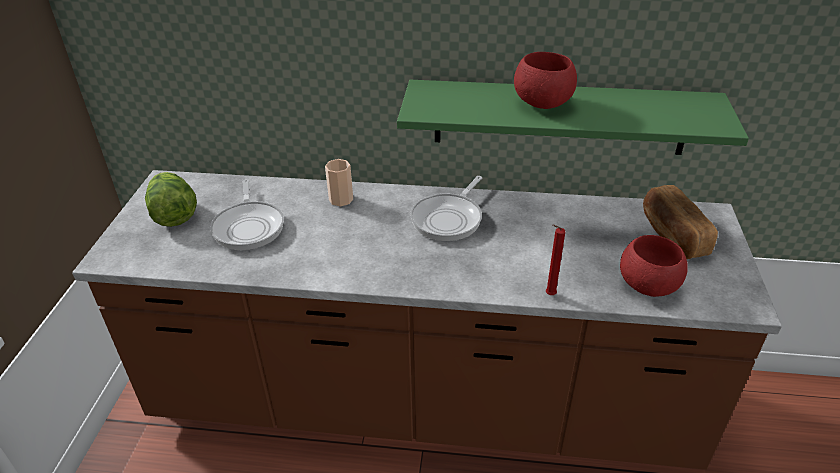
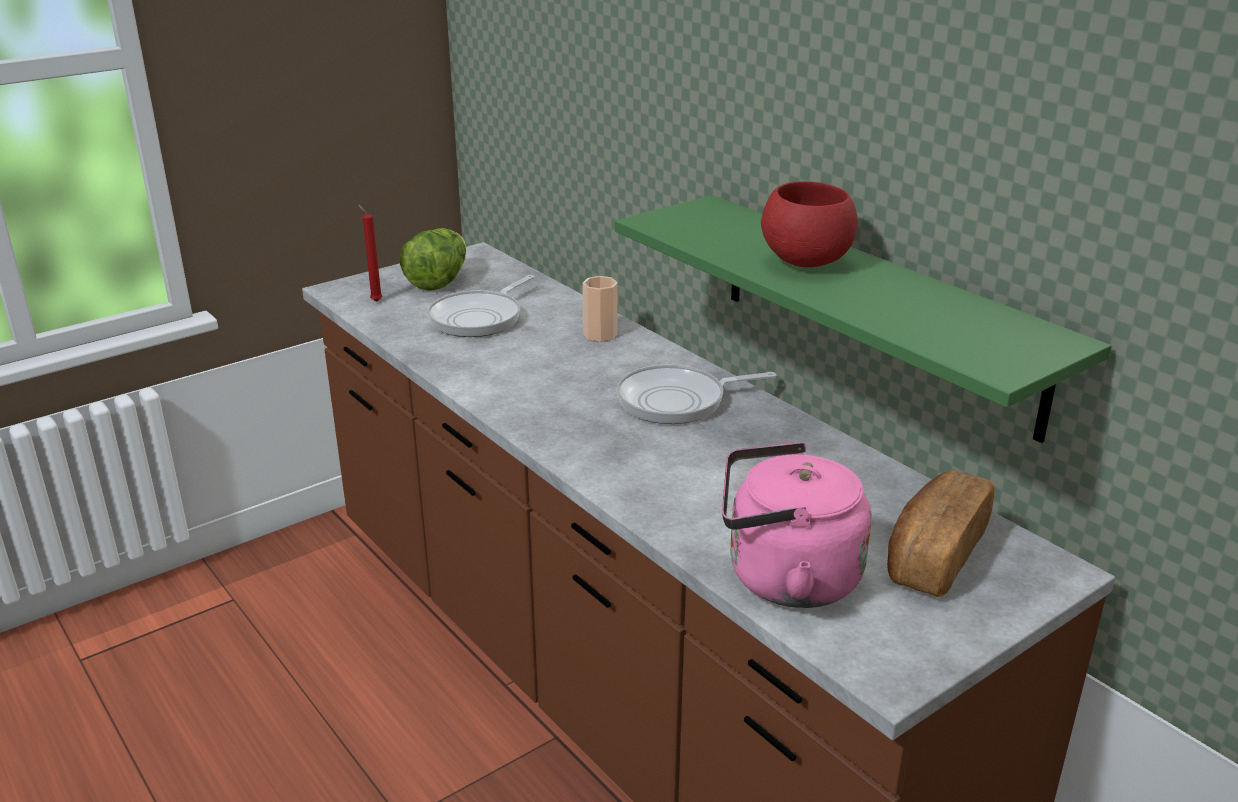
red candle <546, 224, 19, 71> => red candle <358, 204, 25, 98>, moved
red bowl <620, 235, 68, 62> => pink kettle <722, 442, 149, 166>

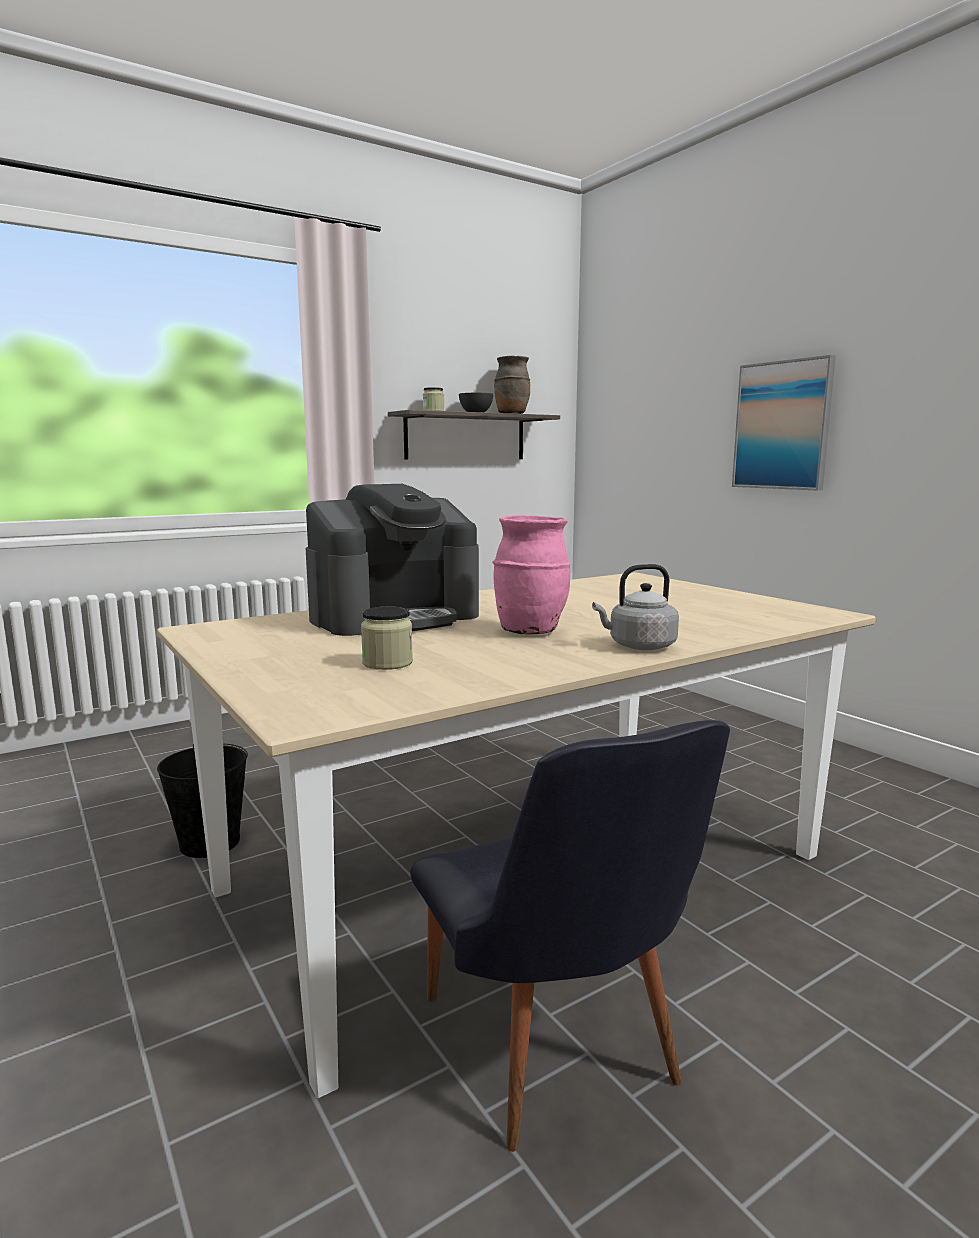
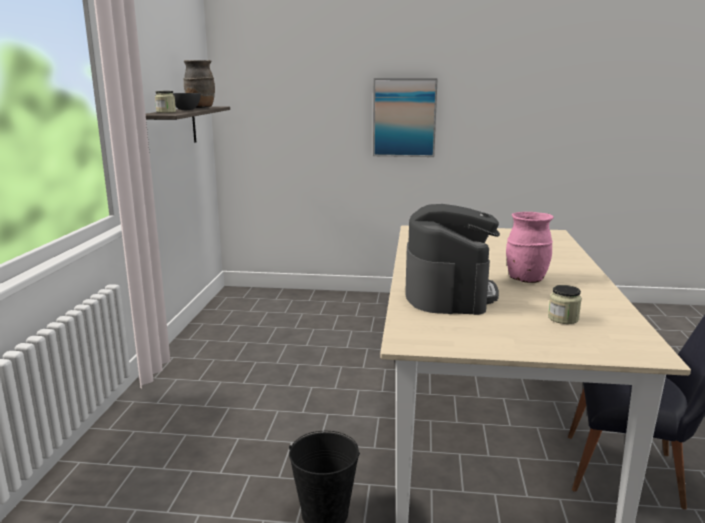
grey kettle <592, 564, 87, 86> => nothing

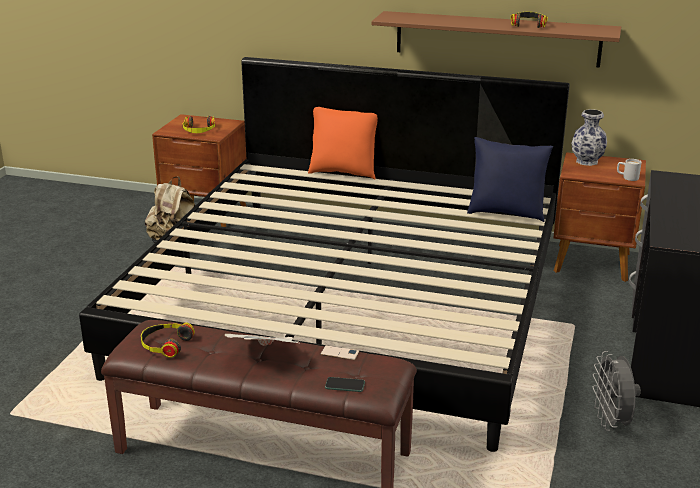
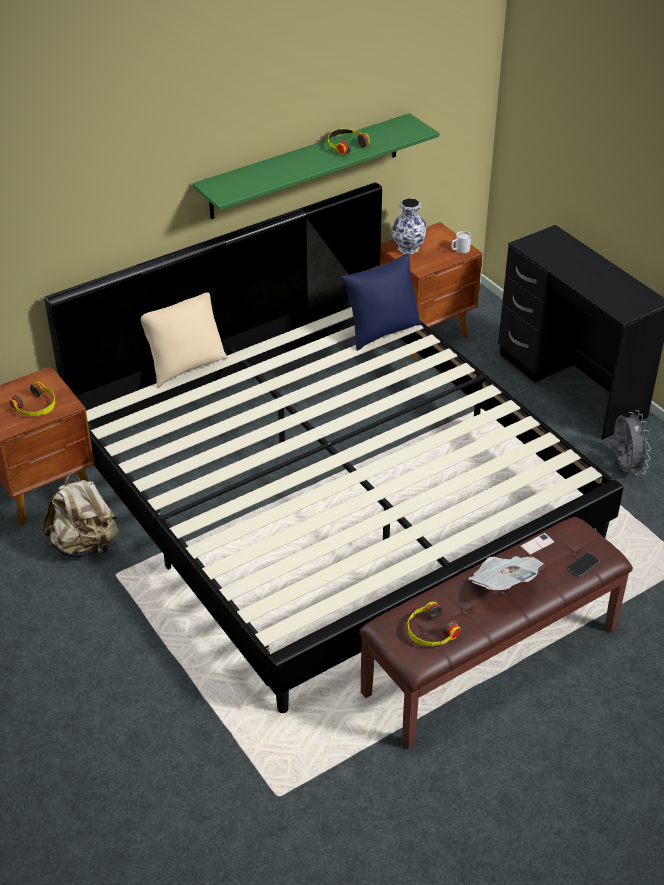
orange pillow <308, 107, 70, 72> => beige pillow <141, 292, 87, 96>
brown shelf <371, 11, 250, 57> => green shelf <192, 113, 247, 106>
grey fan <592, 351, 49, 80> => grey fan <609, 410, 42, 65>, 135 degrees counterclockwise

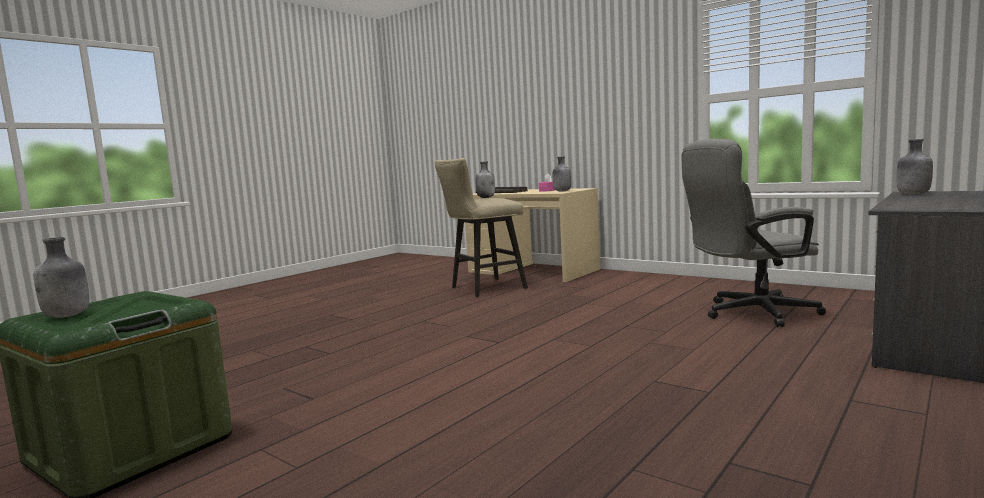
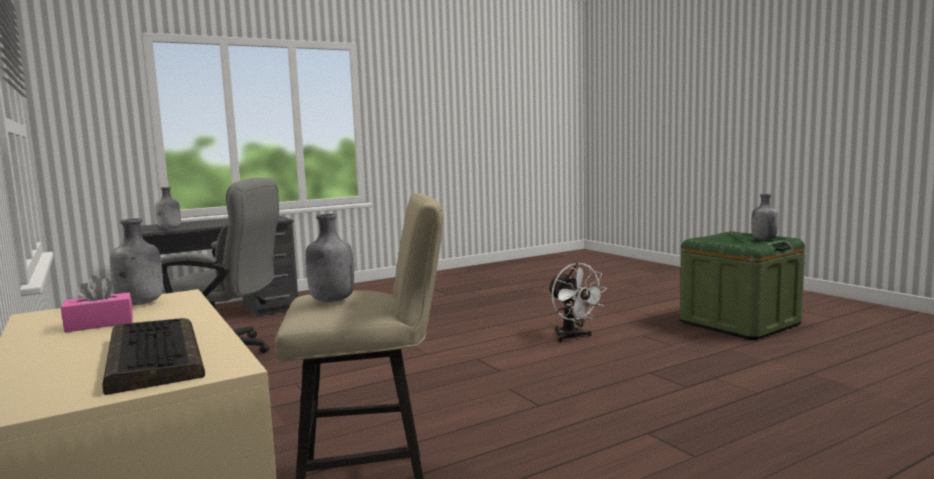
nothing => white fan <548, 262, 59, 80>

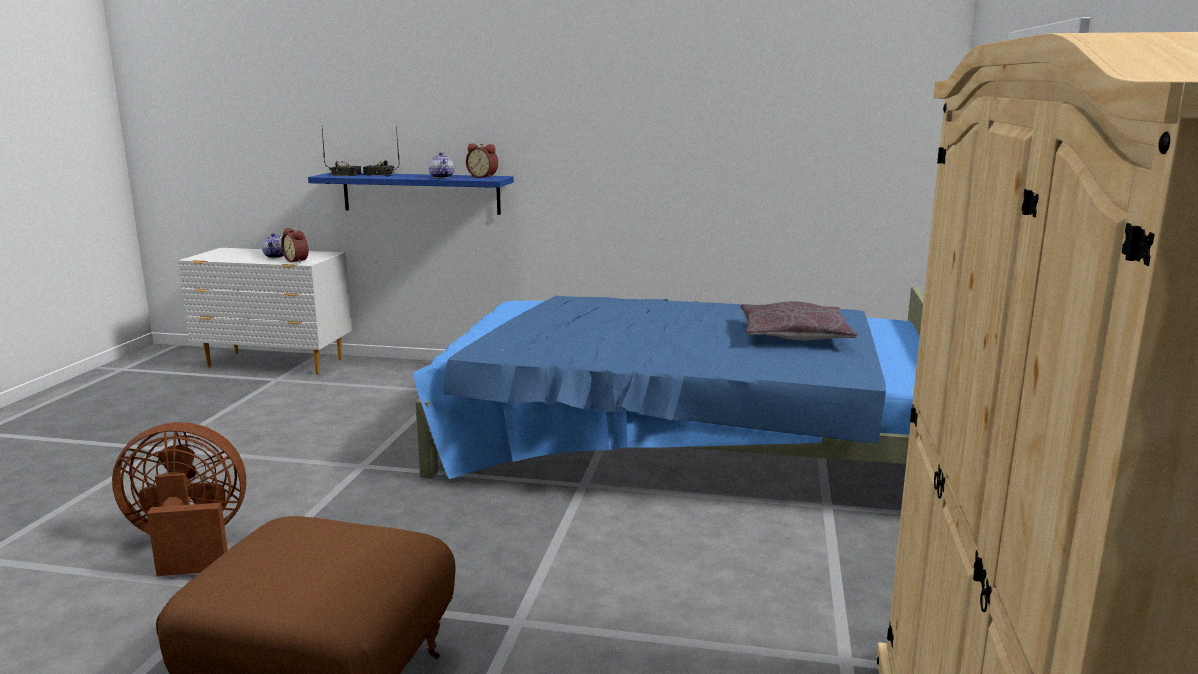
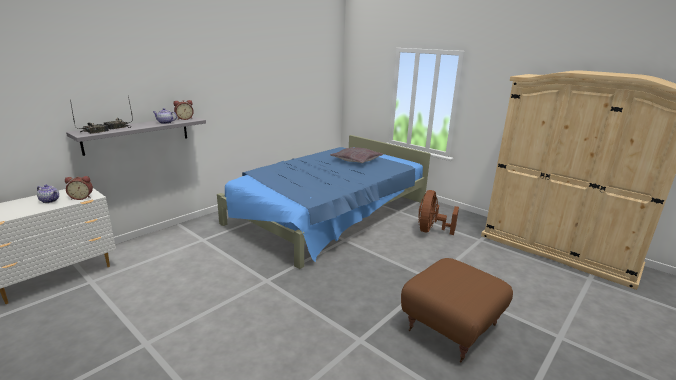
brown fan <112, 422, 134, 154> => brown fan <418, 190, 41, 45>, moved
blue shelf <308, 172, 206, 43> => grey shelf <66, 116, 140, 40>

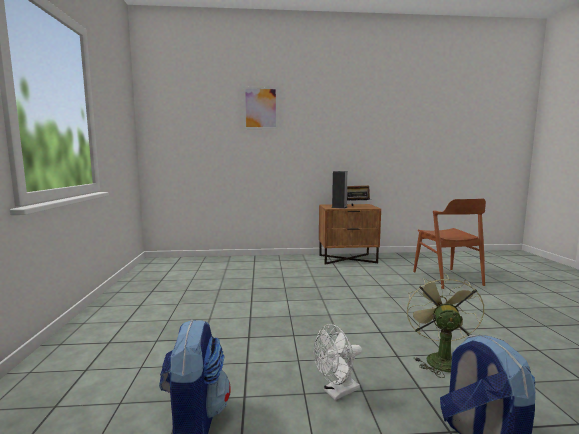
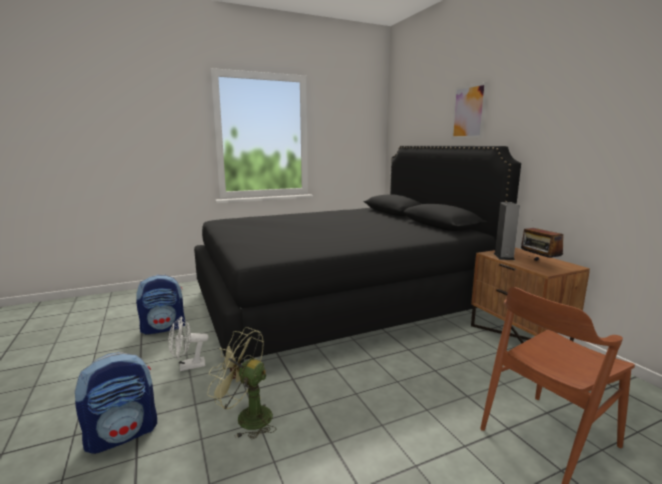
white fan <313, 324, 49, 76> => white fan <168, 317, 41, 54>, 60 degrees counterclockwise
green fan <407, 273, 77, 105> => green fan <207, 327, 69, 112>, 150 degrees counterclockwise
nothing => black bed <194, 146, 327, 233>

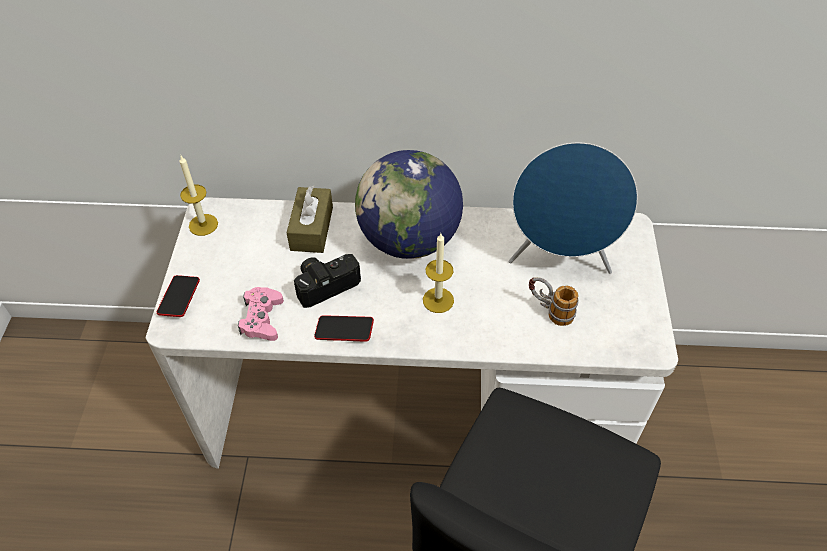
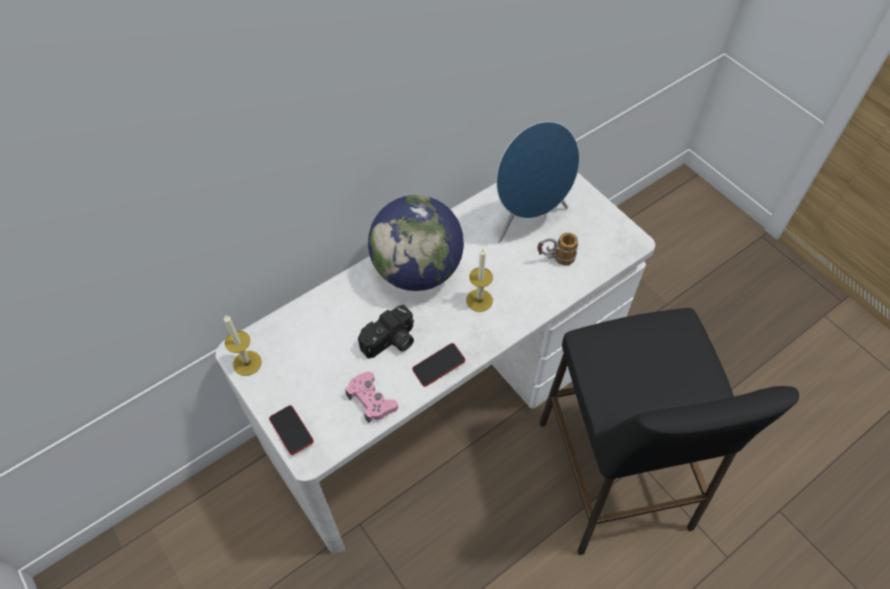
brown tissue box <287, 186, 46, 67> => nothing
photo camera <294, 254, 67, 54> => photo camera <358, 305, 56, 54>, 150 degrees counterclockwise

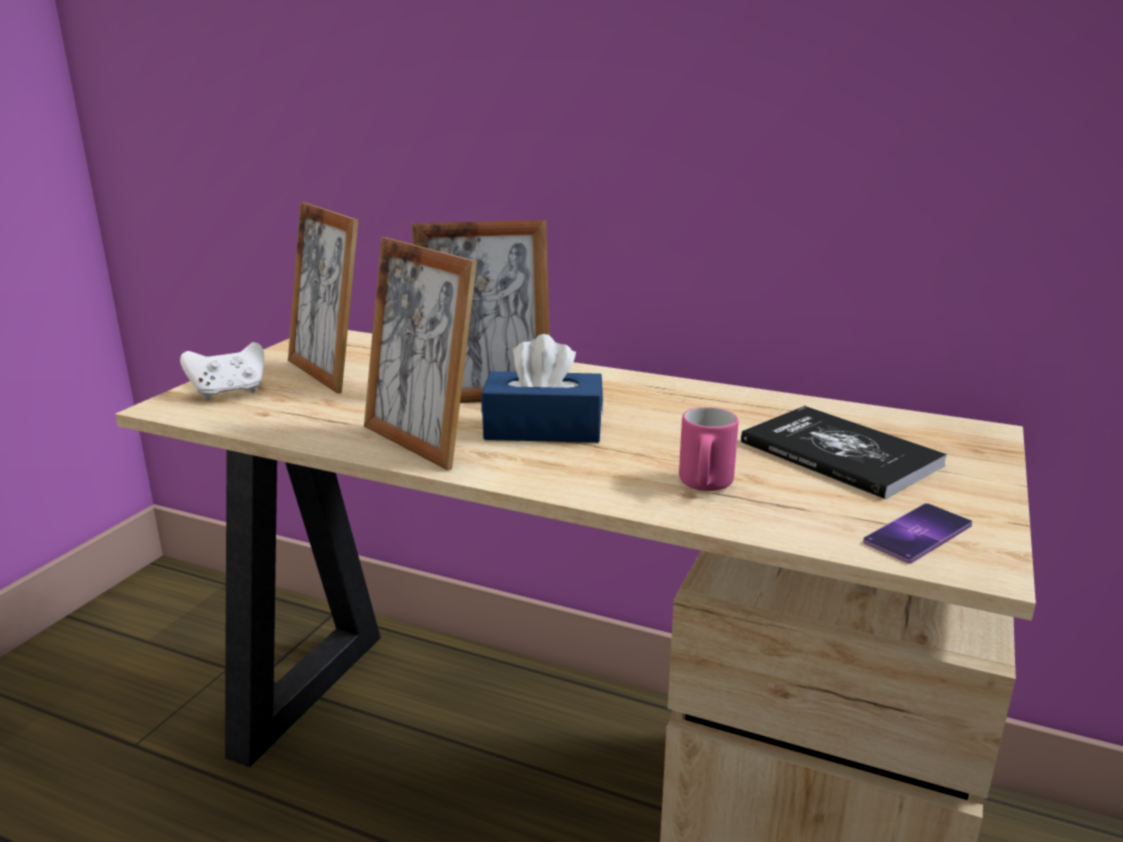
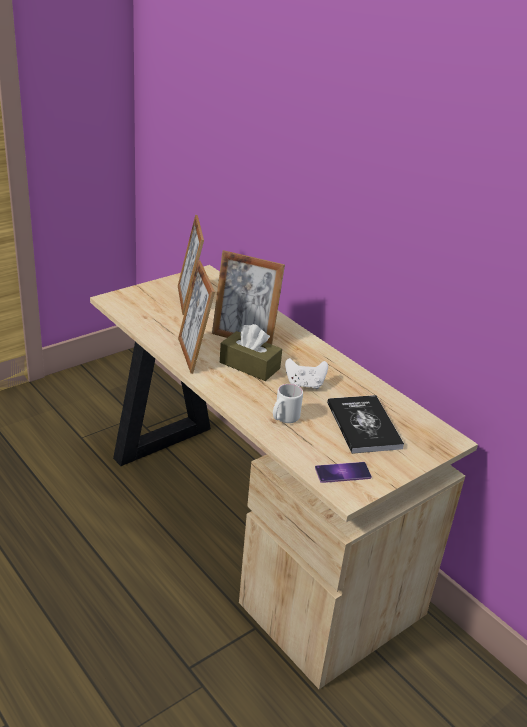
white game controller <180, 342, 84, 58> => white game controller <285, 358, 43, 31>, moved
blue tissue box <481, 334, 122, 109> => brown tissue box <220, 324, 62, 57>
pink mug <679, 407, 59, 84> => white mug <273, 384, 30, 39>

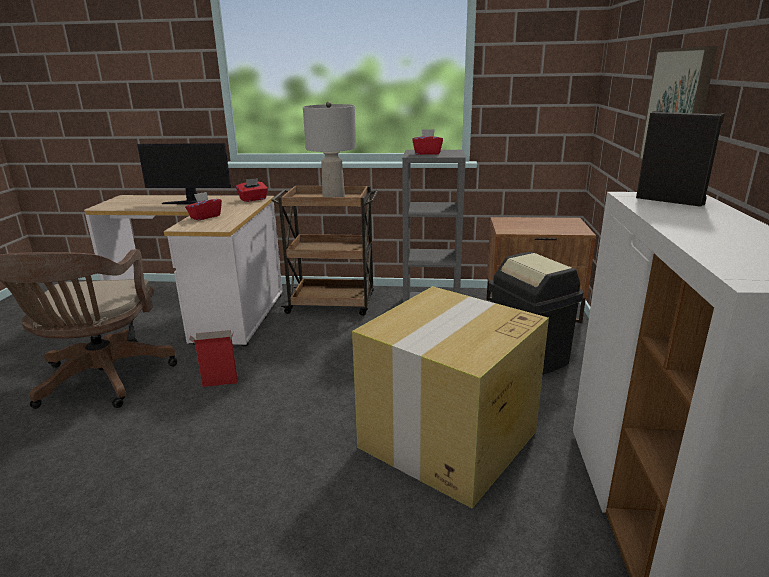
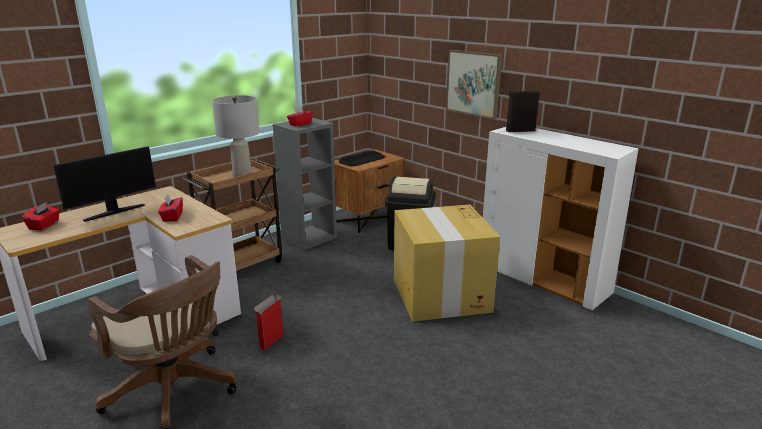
red tissue box <236, 178, 32, 24> => red tissue box <22, 202, 38, 28>, moved
nothing => keyboard <339, 151, 47, 16>

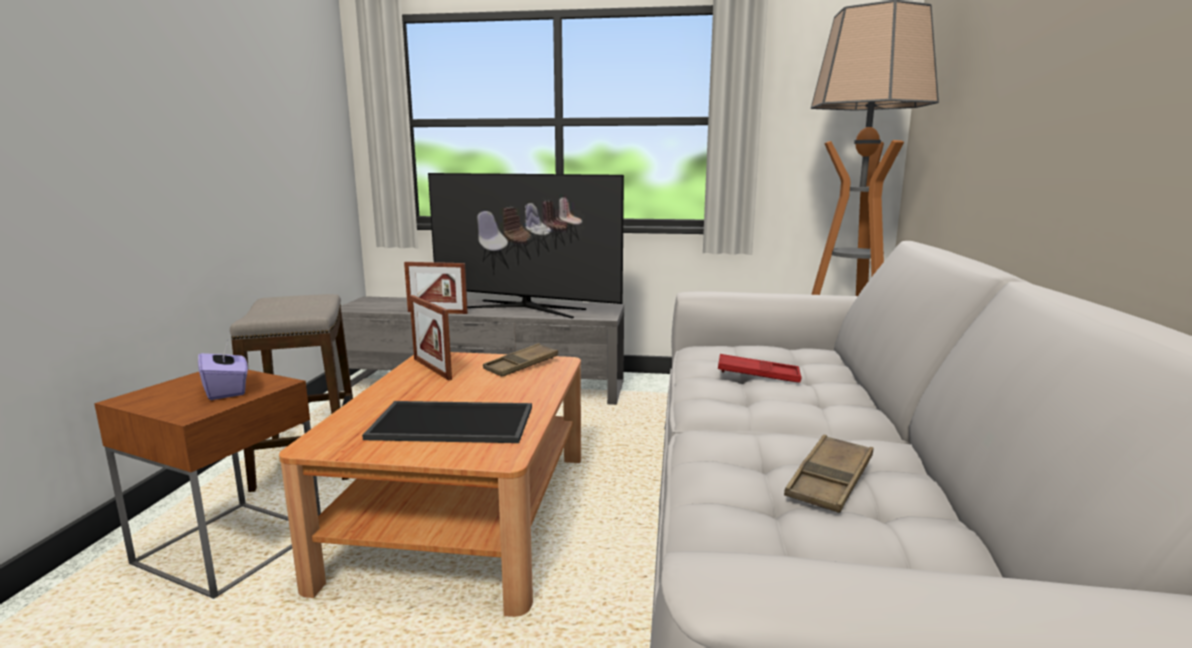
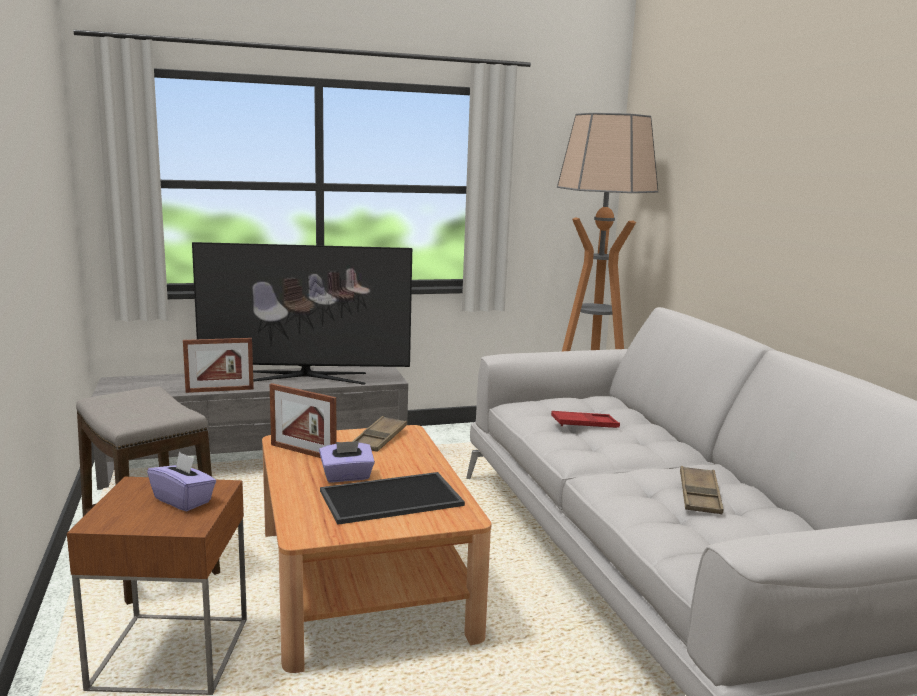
nothing => purple tissue box <319, 441, 56, 41>

